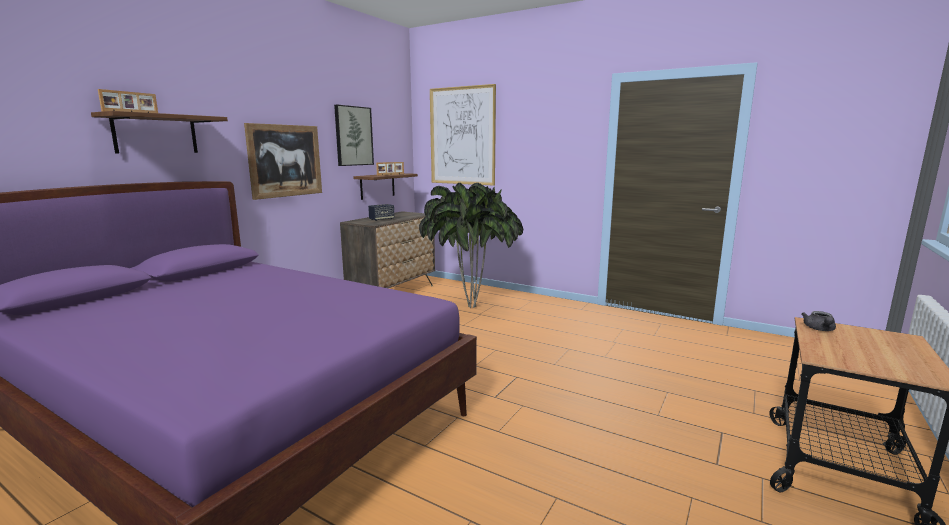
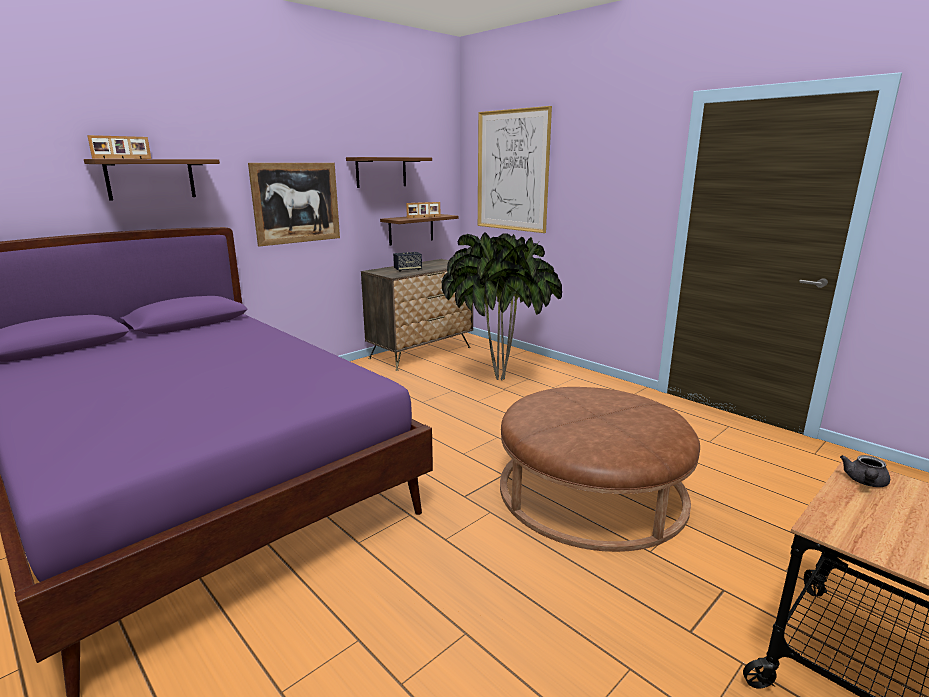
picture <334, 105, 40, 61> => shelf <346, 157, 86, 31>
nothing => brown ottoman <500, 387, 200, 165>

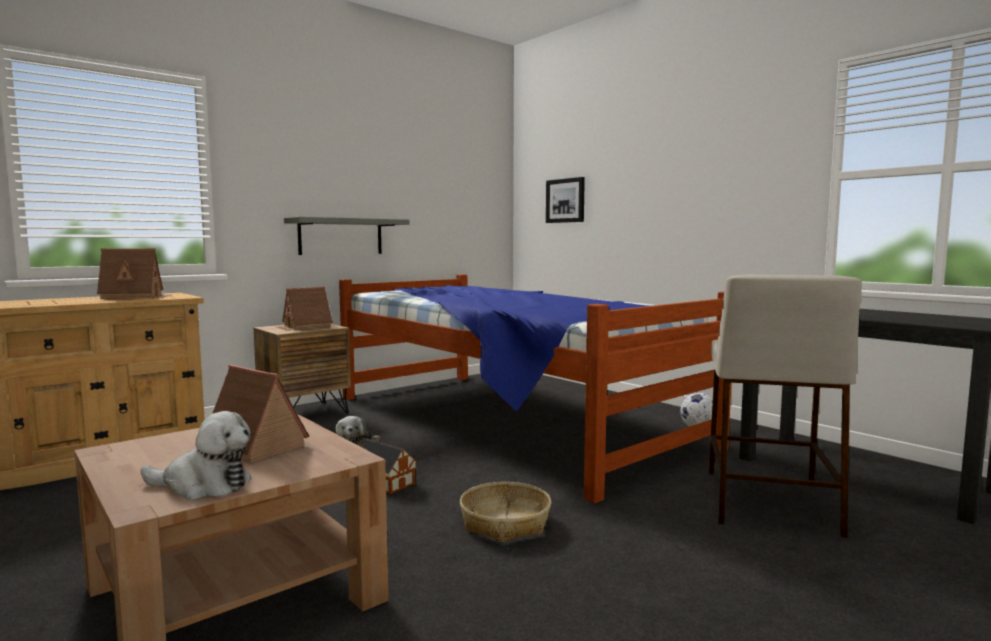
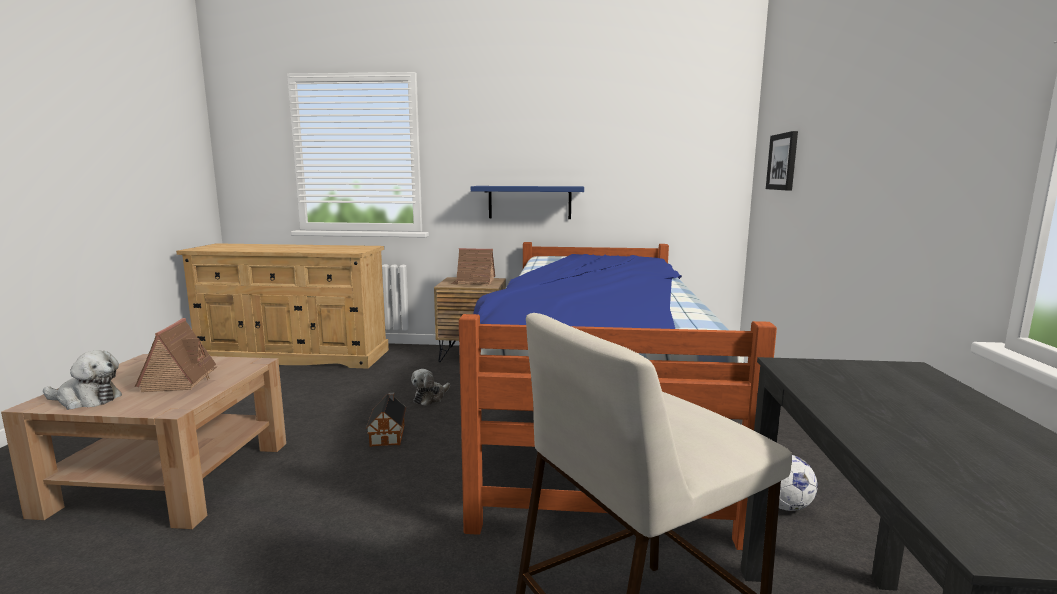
toy house <97, 248, 75, 51> => nothing
plush toy <140, 411, 112, 89> => plush toy <43, 350, 79, 60>, 45 degrees counterclockwise
grey shelf <284, 217, 126, 38> => blue shelf <471, 186, 113, 33>
basket <460, 482, 91, 61> => nothing

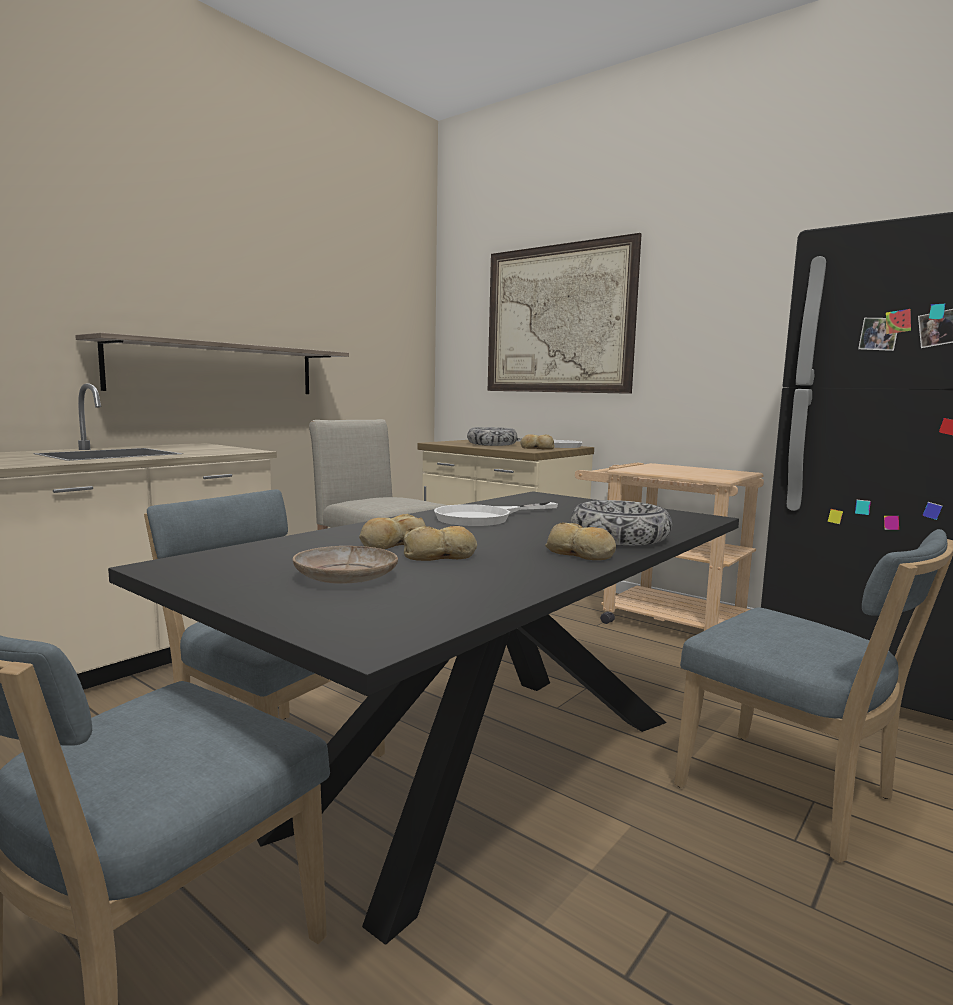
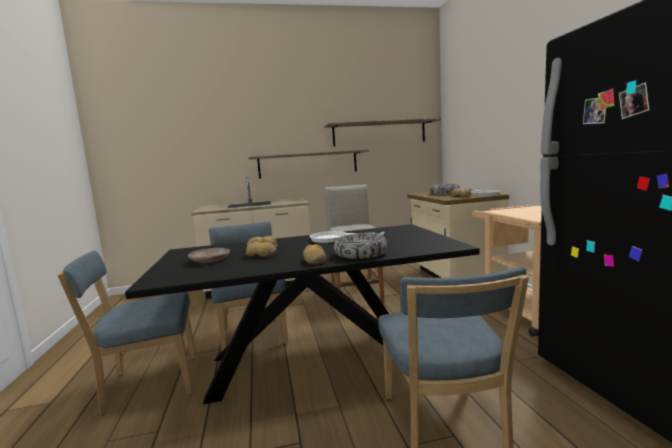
picture <488, 233, 154, 161> => nothing
nothing => shelf <325, 118, 116, 29>

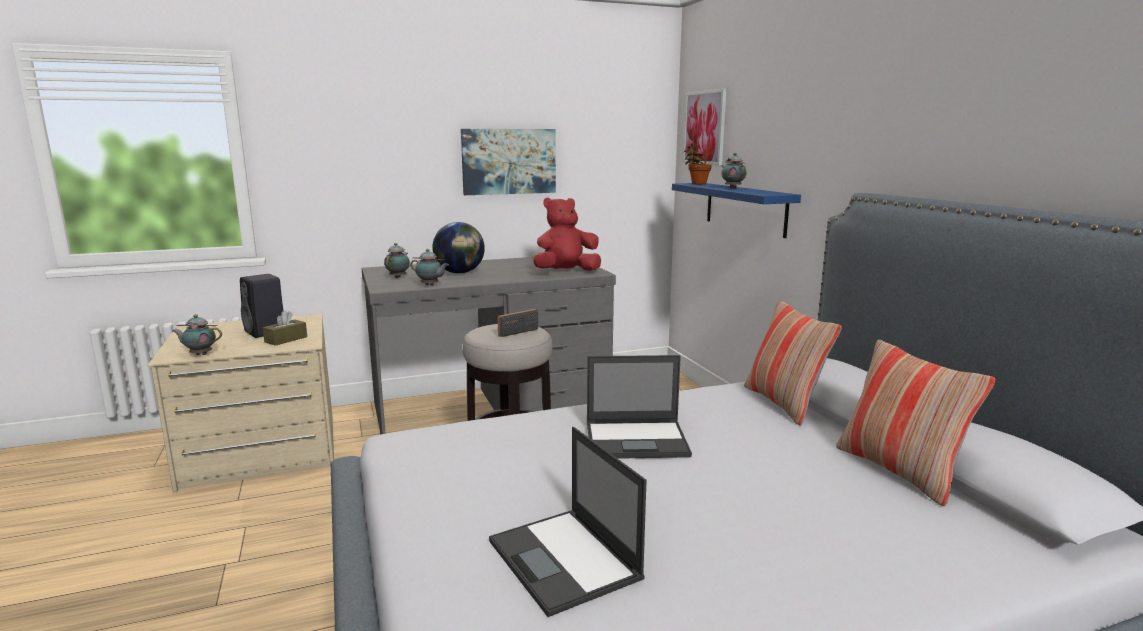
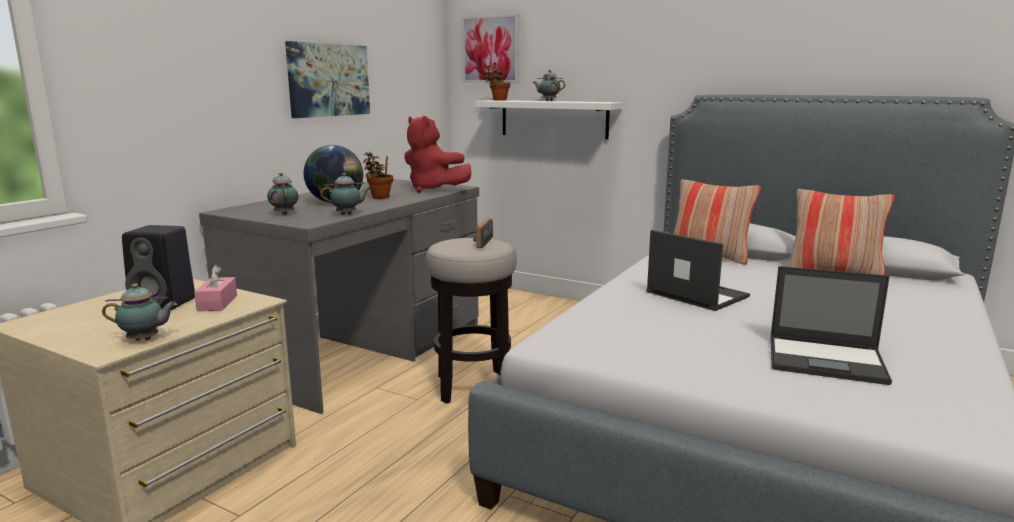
teapot <172, 314, 50, 41> => teapot <102, 283, 76, 58>, 150 degrees counterclockwise
brown tissue box <263, 310, 44, 36> => pink tissue box <194, 265, 43, 46>
red plush toy <533, 197, 68, 74> => red plush toy <404, 116, 68, 77>, 75 degrees counterclockwise
laptop <587, 355, 105, 104> => laptop <646, 230, 104, 81>, 90 degrees counterclockwise
blue shelf <672, 183, 129, 55> => white shelf <475, 100, 148, 40>
nothing => potted plant <363, 152, 30, 47>

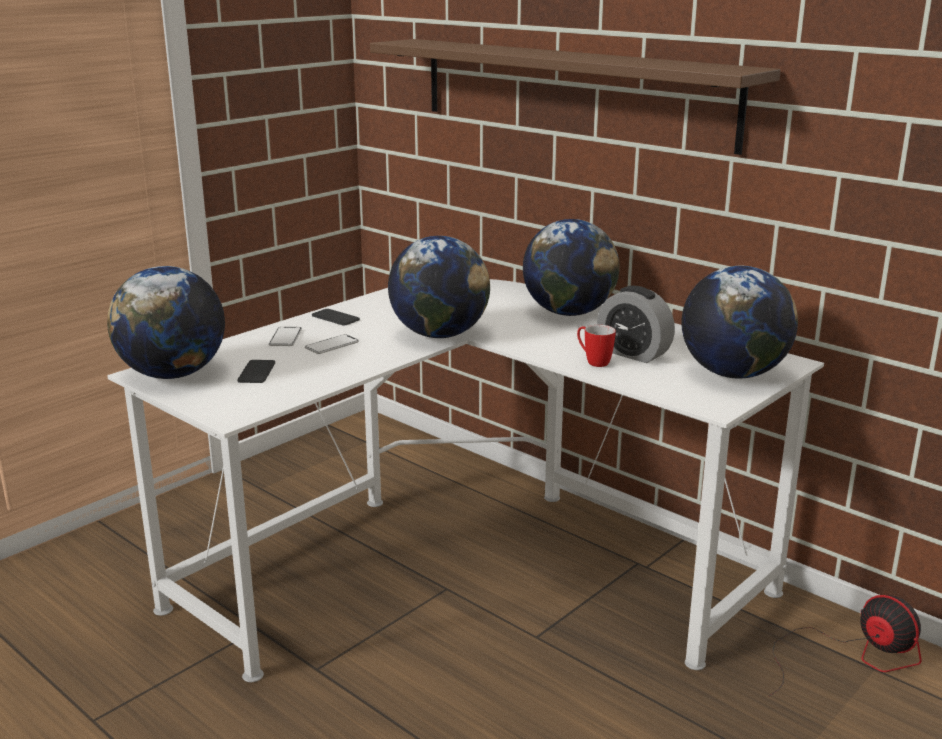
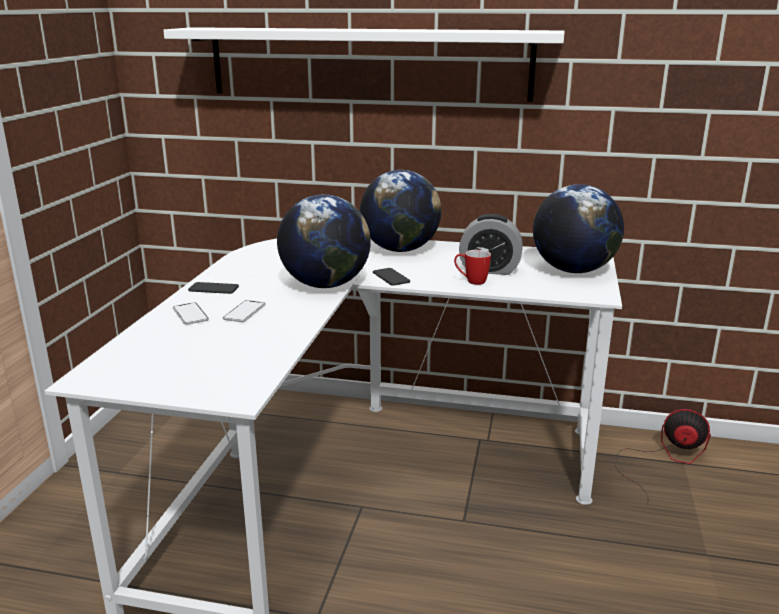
globe <107, 266, 118, 113> => nothing
phone <237, 360, 38, 23> => phone <373, 268, 37, 18>, moved
brown shelf <370, 39, 411, 116> => white shelf <163, 27, 402, 75>

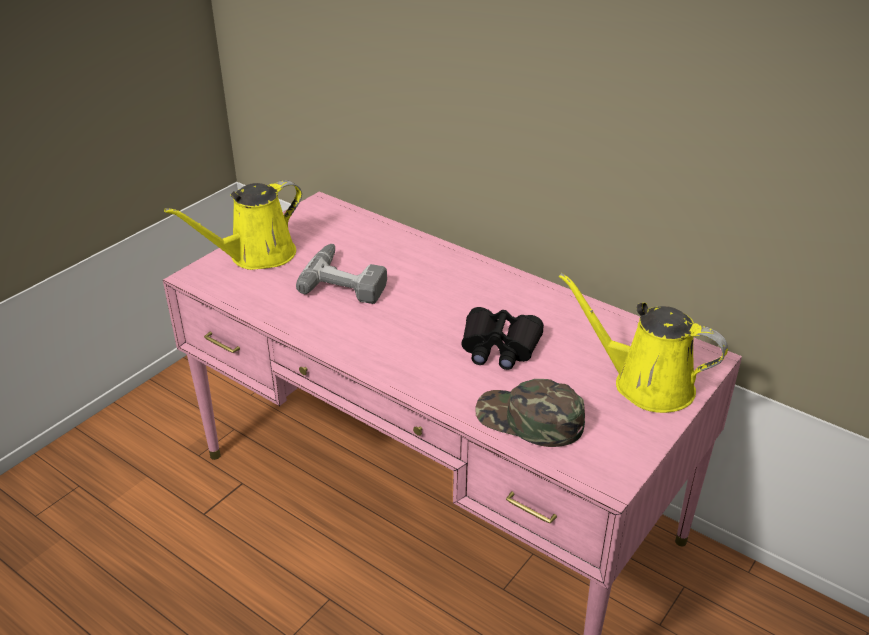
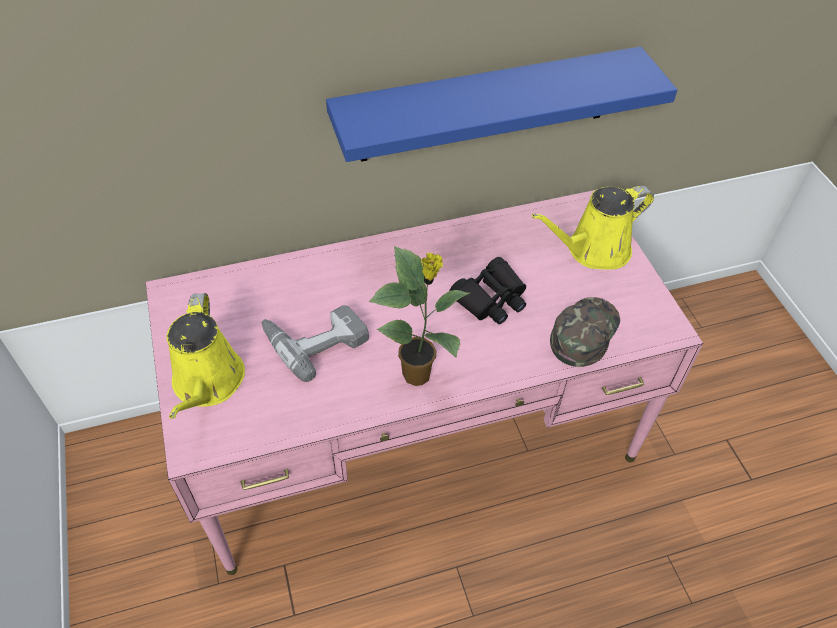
green cap <475, 379, 110, 68> => green cap <550, 297, 70, 70>, 150 degrees clockwise
nothing => blue shelf <326, 46, 352, 116>
nothing => potted plant <368, 246, 102, 140>

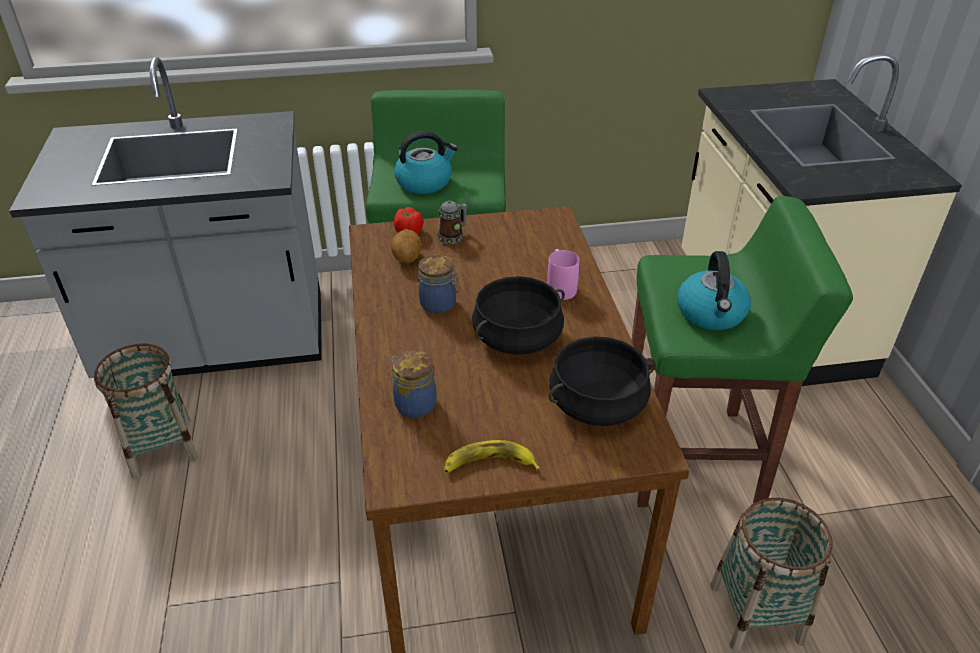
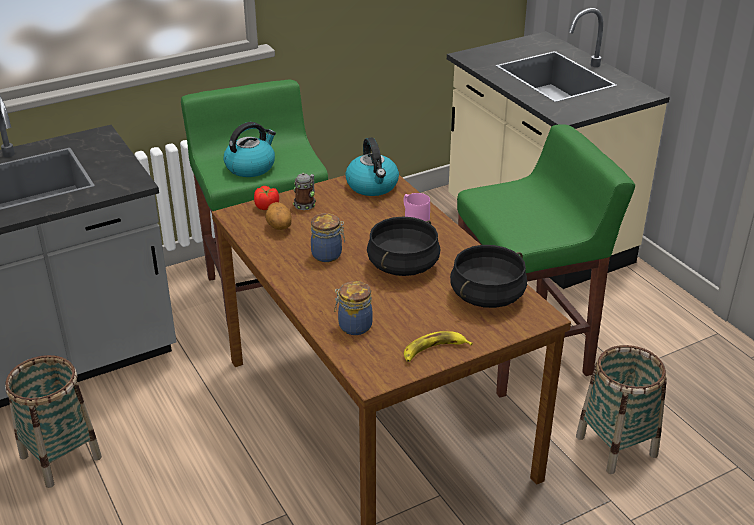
kettle <677, 251, 74, 79> => kettle <345, 137, 54, 59>, moved

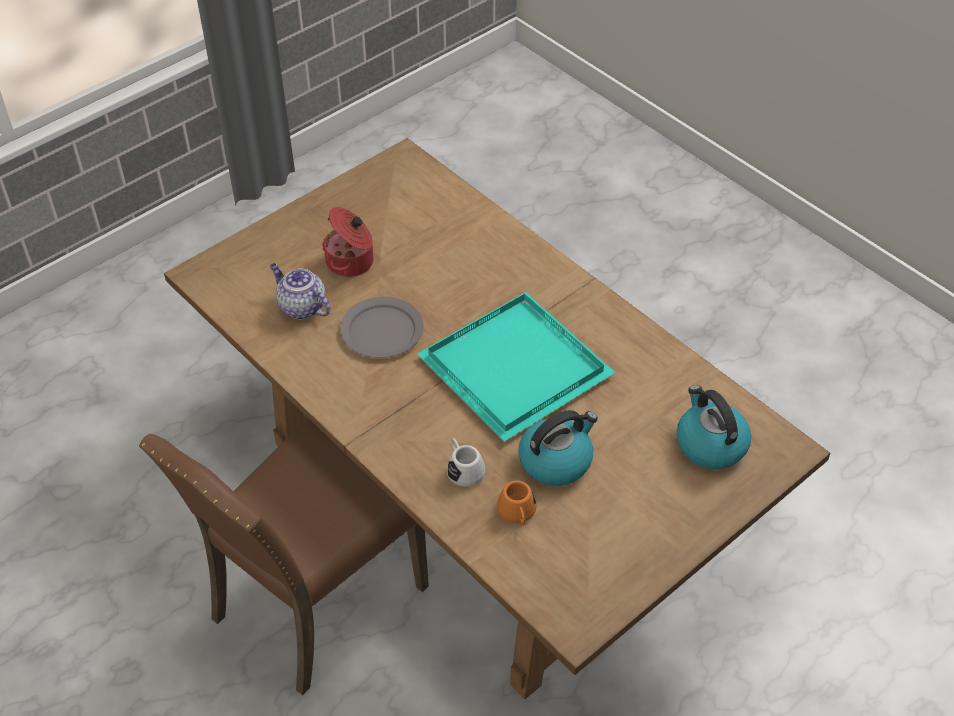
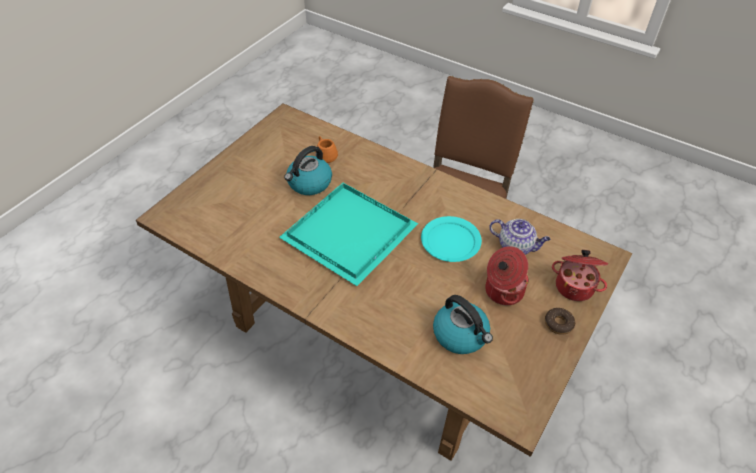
grey plate <340, 297, 84, 61> => turquoise plate <421, 216, 61, 46>
white mug <447, 438, 39, 49> => nothing
kettle <676, 385, 75, 84> => kettle <433, 295, 60, 59>, moved
nothing => donut <545, 308, 30, 27>
nothing => cooking pot <552, 250, 56, 51>

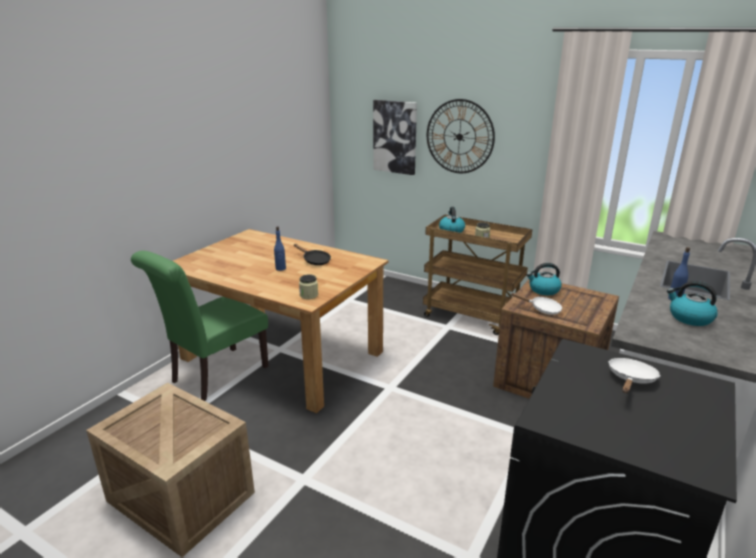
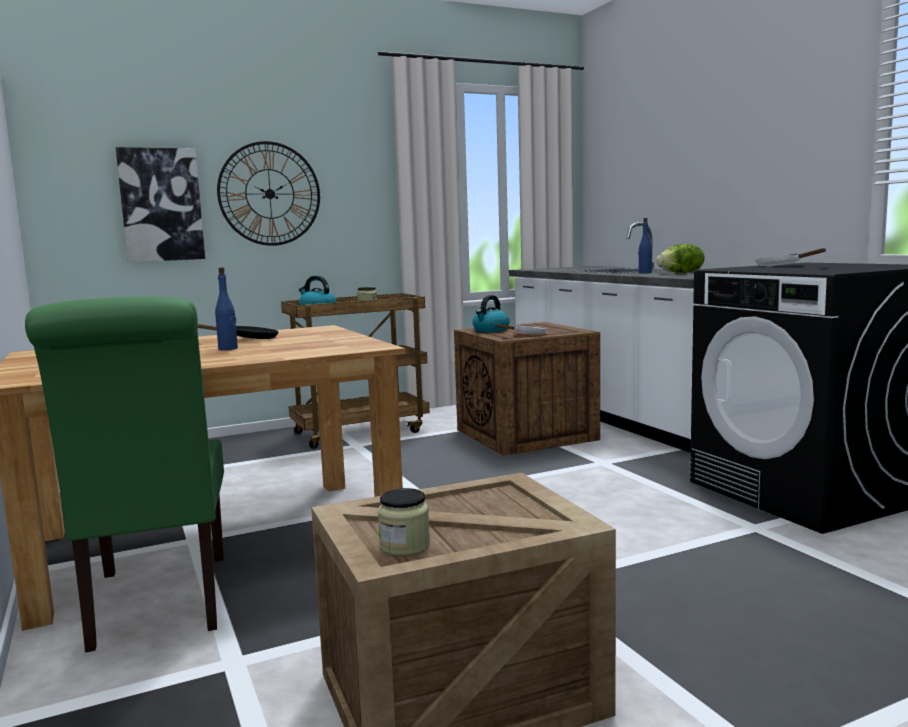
jar <299, 274, 19, 25> => jar <378, 488, 52, 68>, moved
kettle <667, 281, 51, 45> => lettuce <656, 244, 48, 29>

